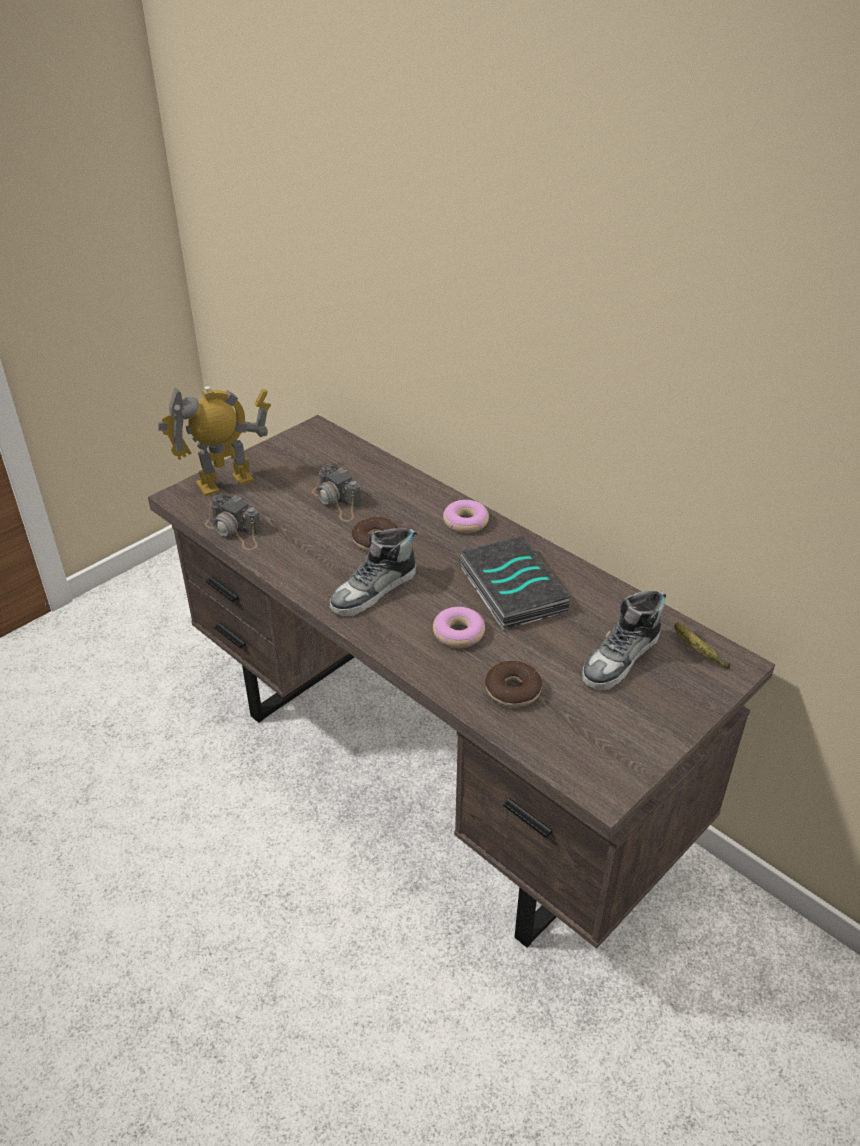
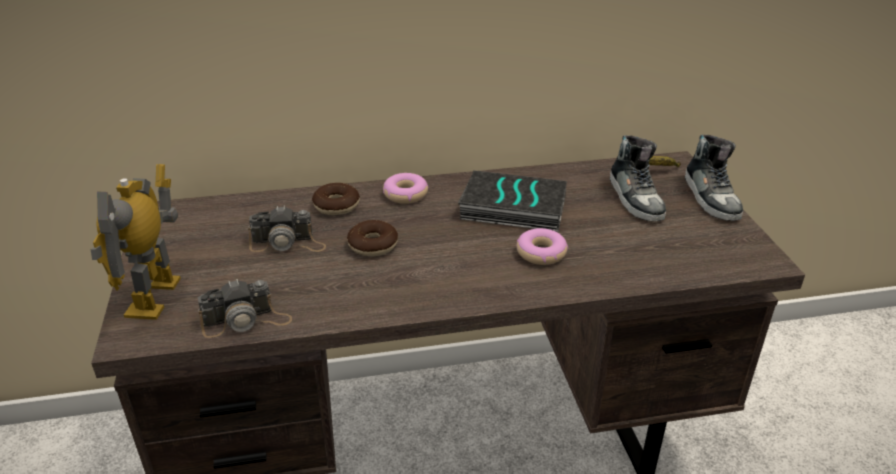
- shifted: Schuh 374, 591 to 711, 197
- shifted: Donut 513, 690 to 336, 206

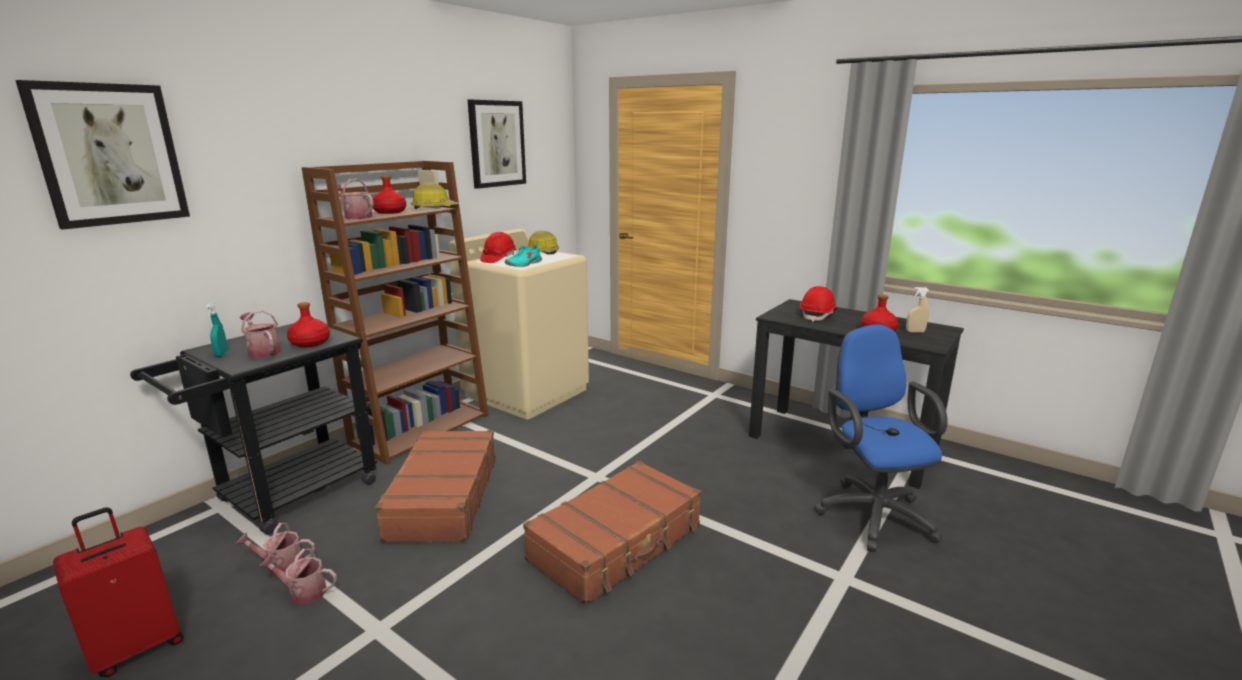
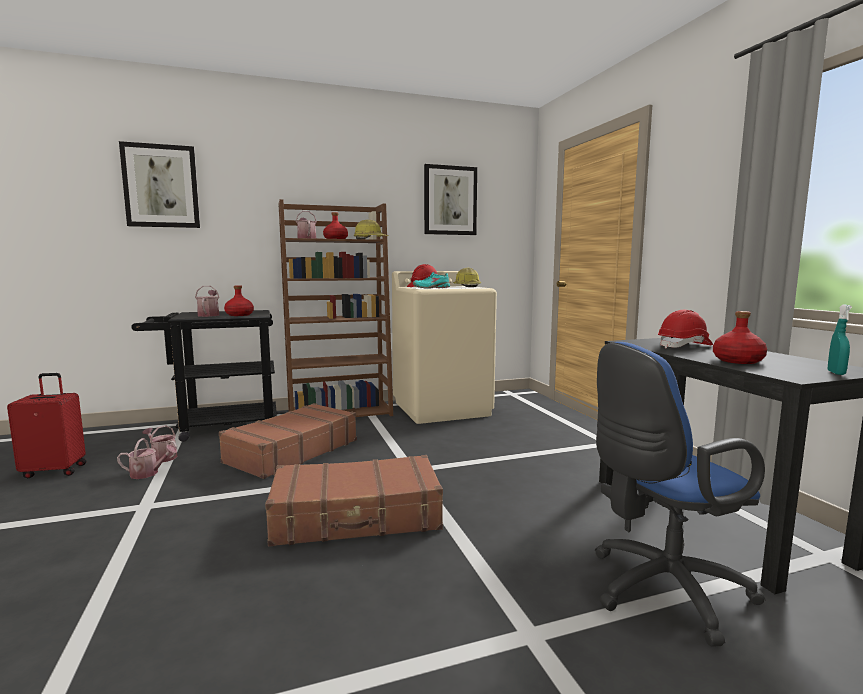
- gone: Sprühflasche [beige] 915, 331
- shifted: Sprühflasche [türkis] 222, 354 to 836, 373
- rotated: Gießkanne 303, 592 = 148, 473 135 degrees clockwise
- rotated: Bürostuhl [blau] 871, 512 = 660, 591 135 degrees counterclockwise

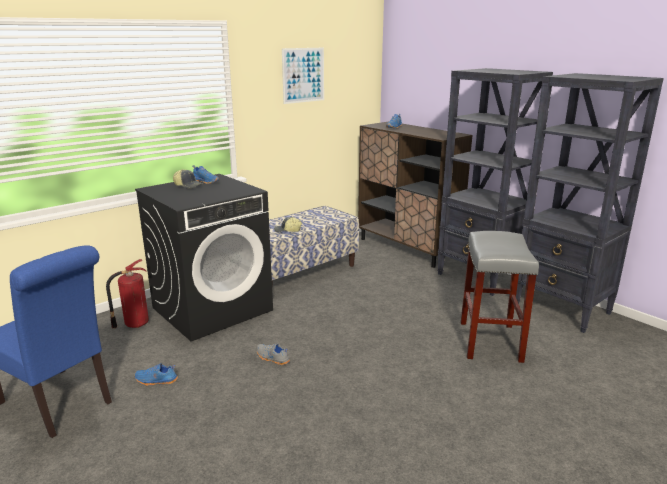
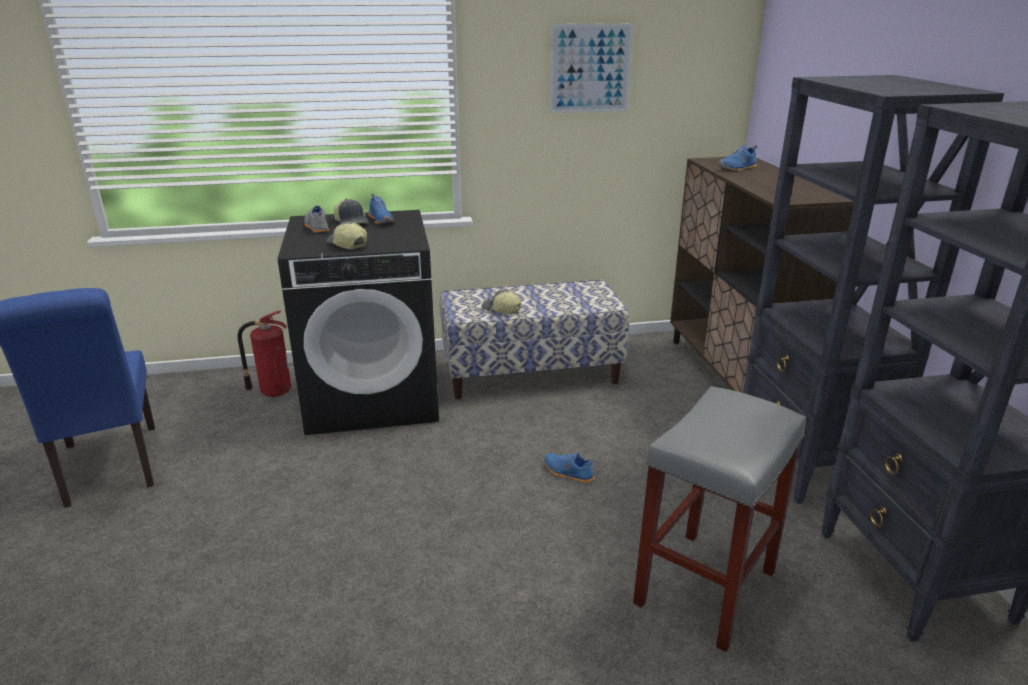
- new: Kappe 347, 245
- shifted: Schuh [blau] 156, 381 to 568, 473
- shifted: Schuh [grau] 272, 358 to 316, 227

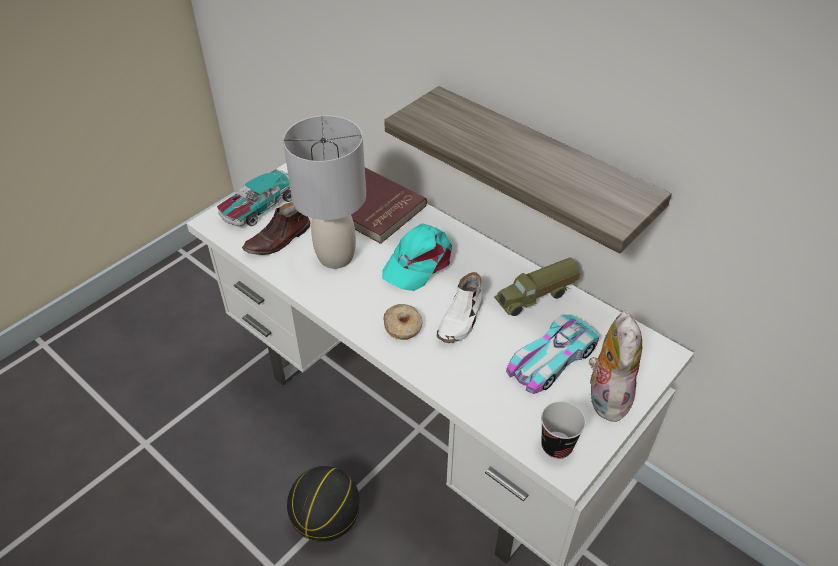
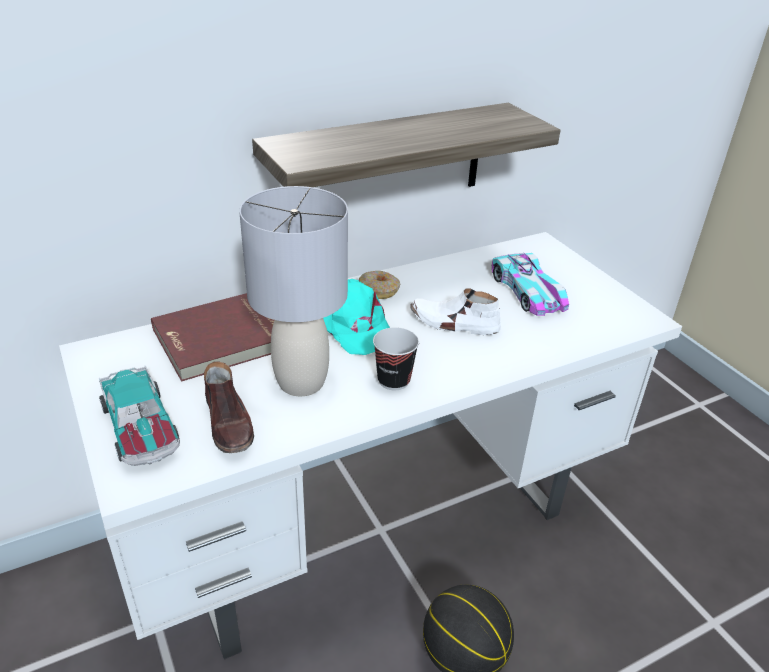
- gone: Spielzeuglaster 536, 297
- gone: Plüschtier 605, 395
- shifted: Donut 403, 327 to 379, 290
- shifted: Tasse 556, 446 to 393, 380
- rotated: Schuh [weiß] 461, 319 = 454, 323 150 degrees clockwise

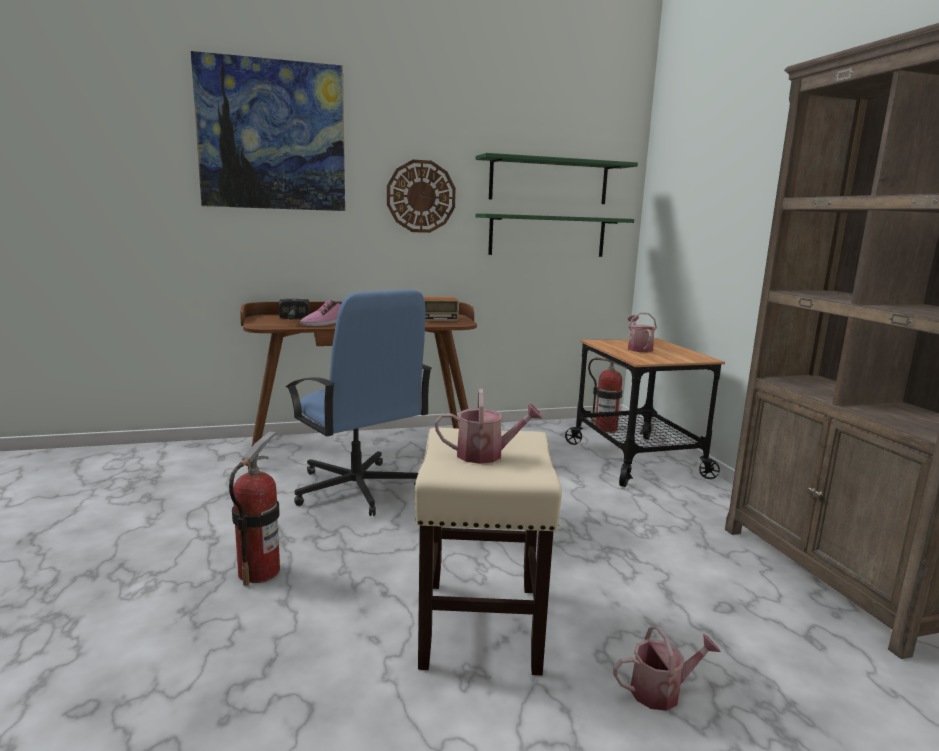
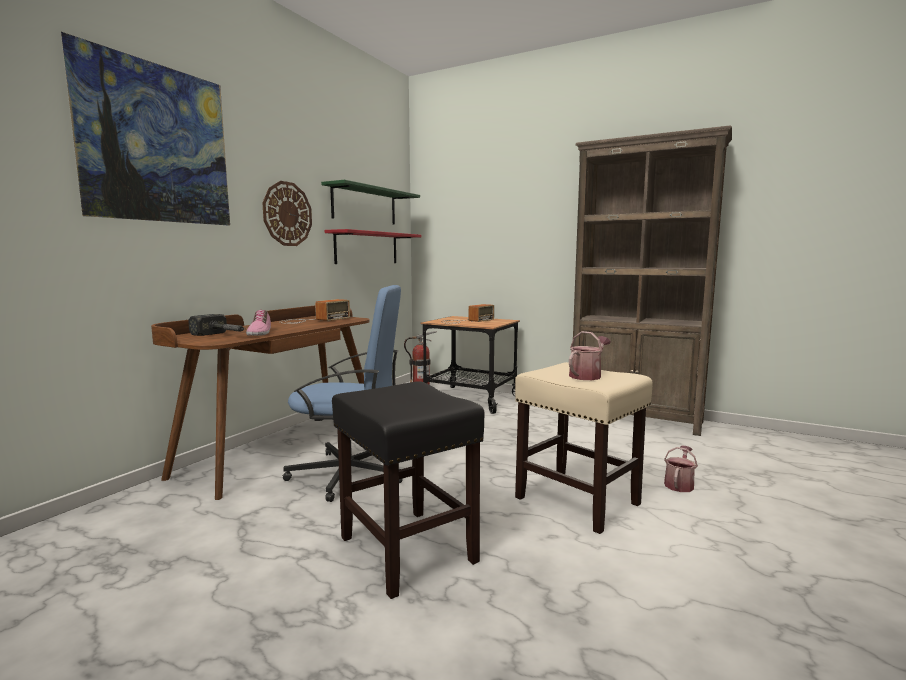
- swapped: Feuerlöscher 259, 571 to Hocker [schwarz] 406, 549
- swapped: Gießkanne 638, 348 to Radio 465, 321
- repainted: Wandregal [grün] 547, 236 to Wandregal [rot] 367, 248

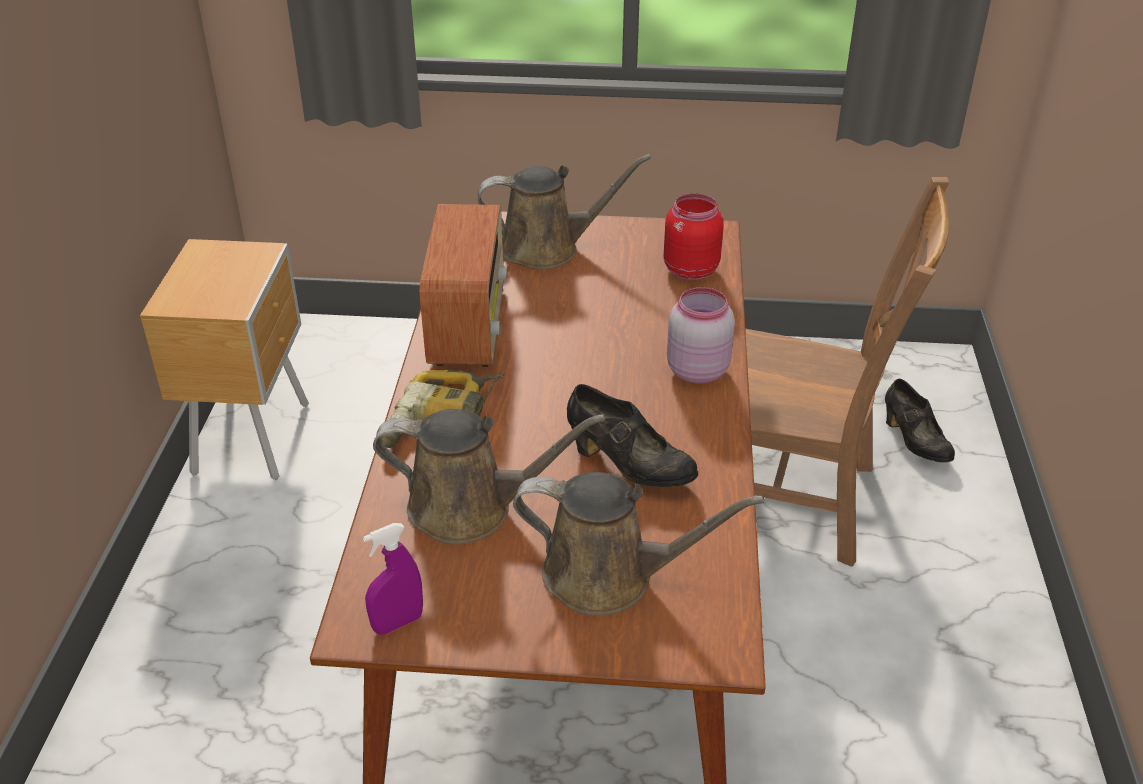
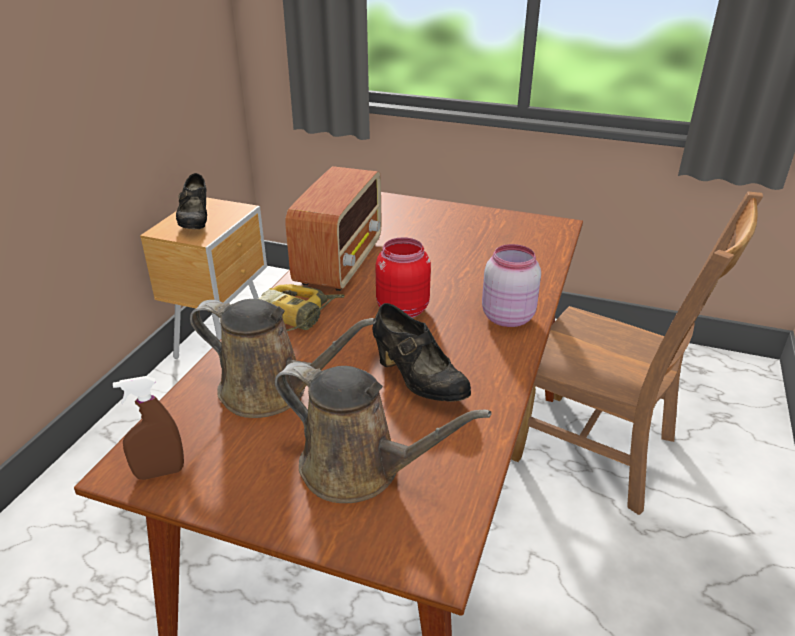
- gone: Gießkanne [braun] 547, 248
- shifted: Vorratsglas [rot] 689, 270 to 401, 309
- shifted: Schuh [schwarz] 914, 442 to 195, 221
- repainted: Sprühflasche [lila] 397, 623 to Sprühflasche [braun] 160, 472

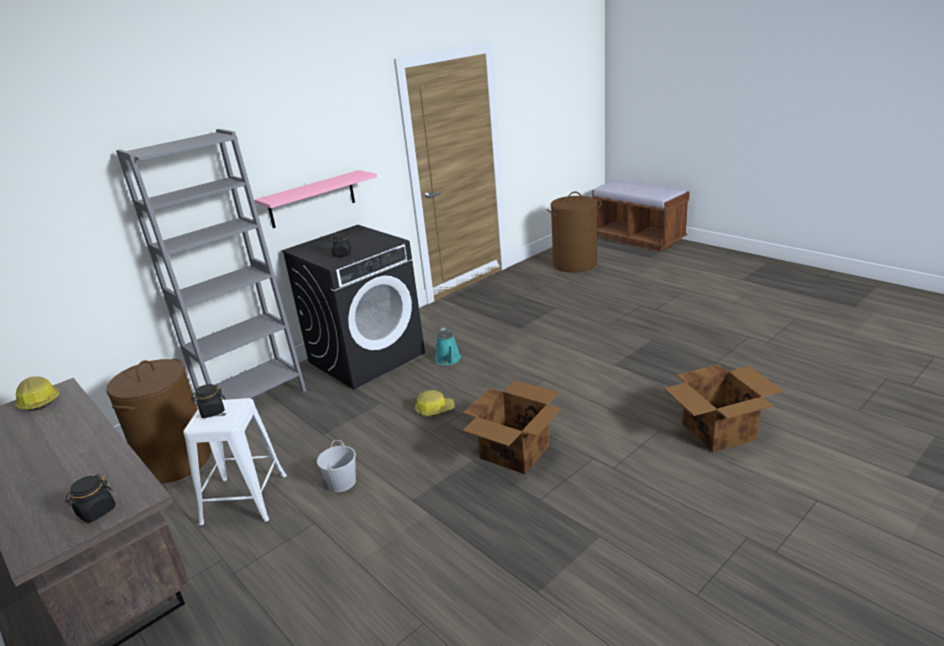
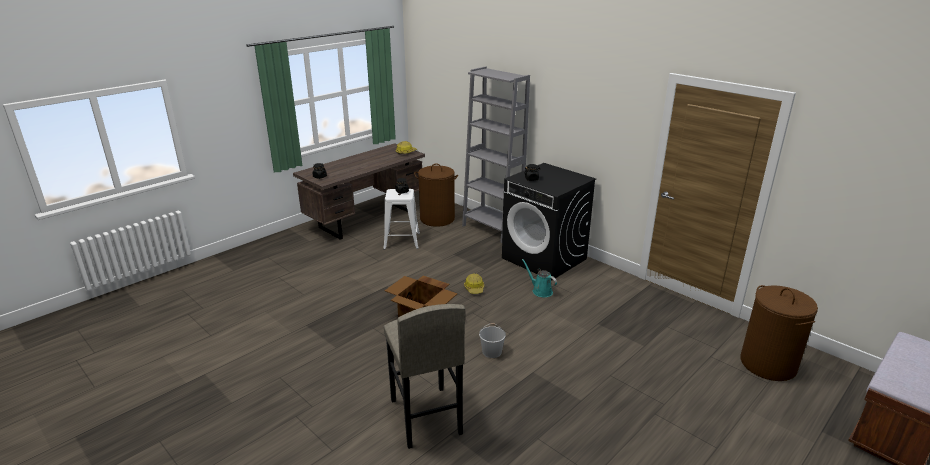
- gone: Wandregal [rosa] 312, 199
- shifted: Eimer [weiß] 341, 482 to 492, 351
- swapped: Karton 719, 431 to Hocker [grau] 425, 417
- rotated: Gießkanne [türkis] 448, 360 = 540, 291 60 degrees clockwise

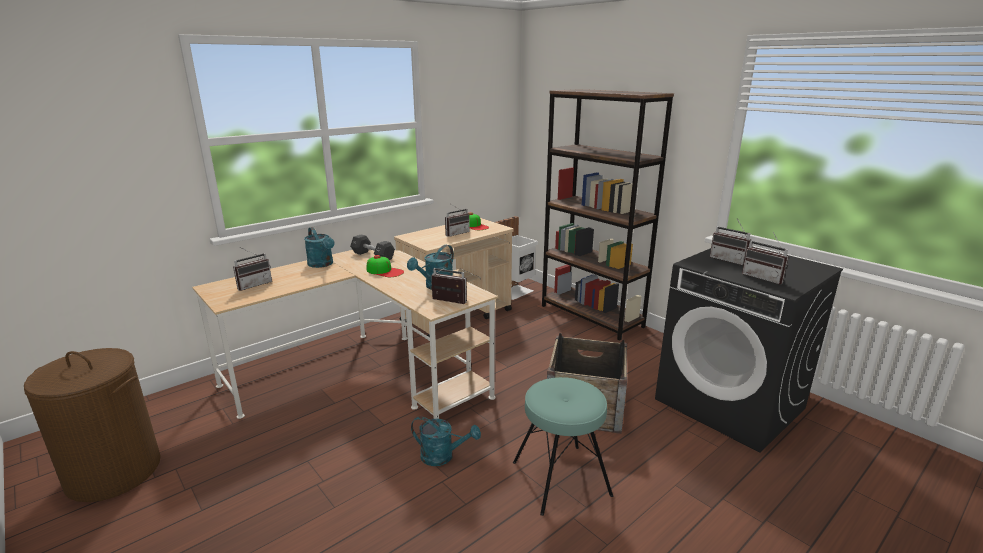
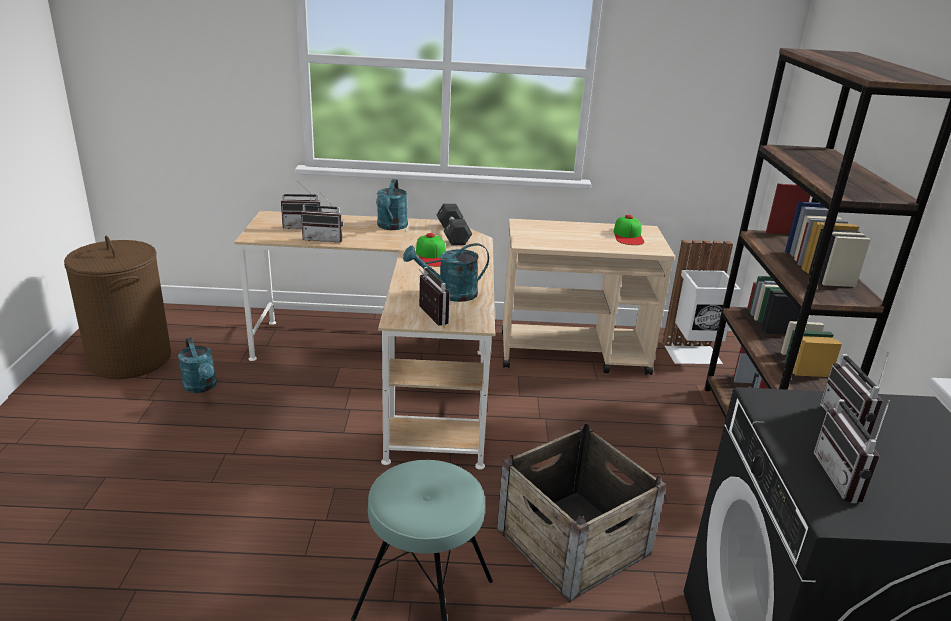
- shifted: Gießkanne [türkis] 443, 456 to 202, 387
- shifted: Radio 456, 233 to 324, 239

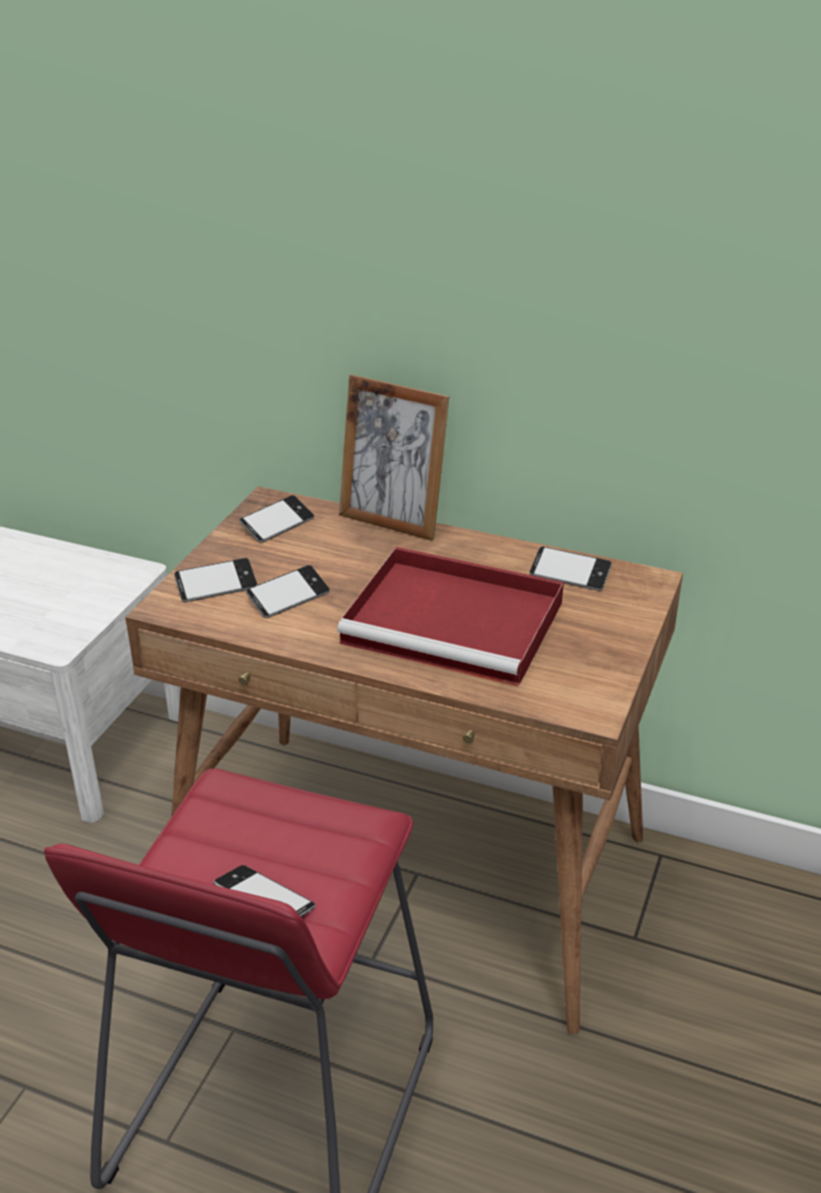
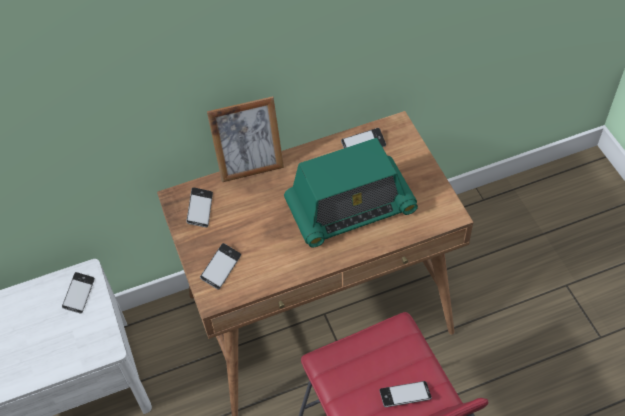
- shifted: Handy 288, 597 to 79, 294
- swapped: Tablett [rot] 457, 623 to Radio 350, 208

